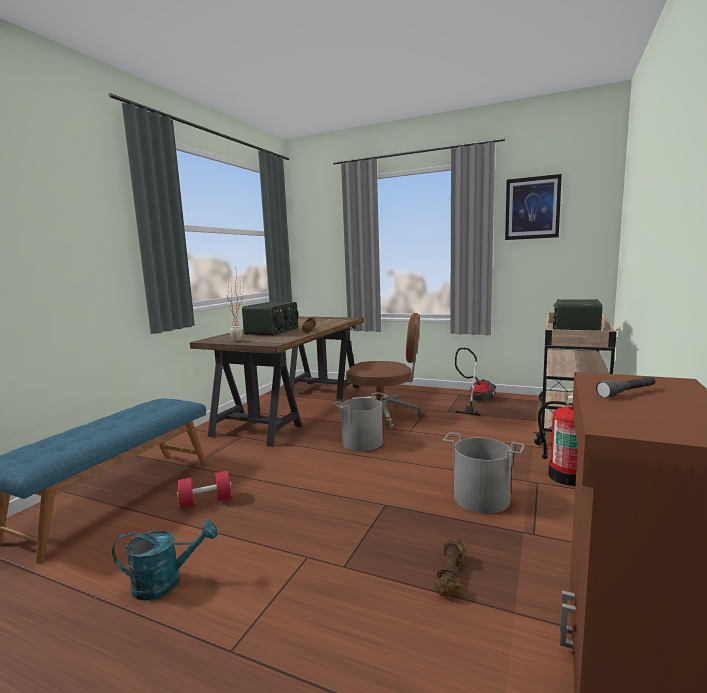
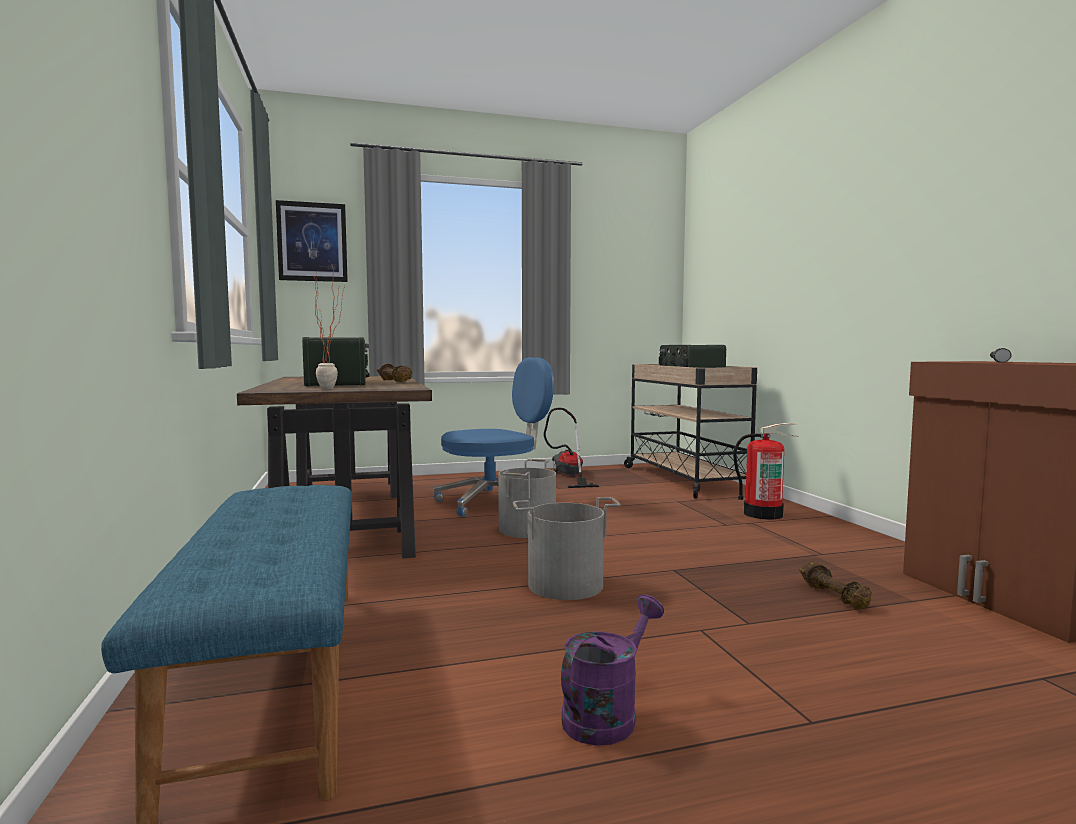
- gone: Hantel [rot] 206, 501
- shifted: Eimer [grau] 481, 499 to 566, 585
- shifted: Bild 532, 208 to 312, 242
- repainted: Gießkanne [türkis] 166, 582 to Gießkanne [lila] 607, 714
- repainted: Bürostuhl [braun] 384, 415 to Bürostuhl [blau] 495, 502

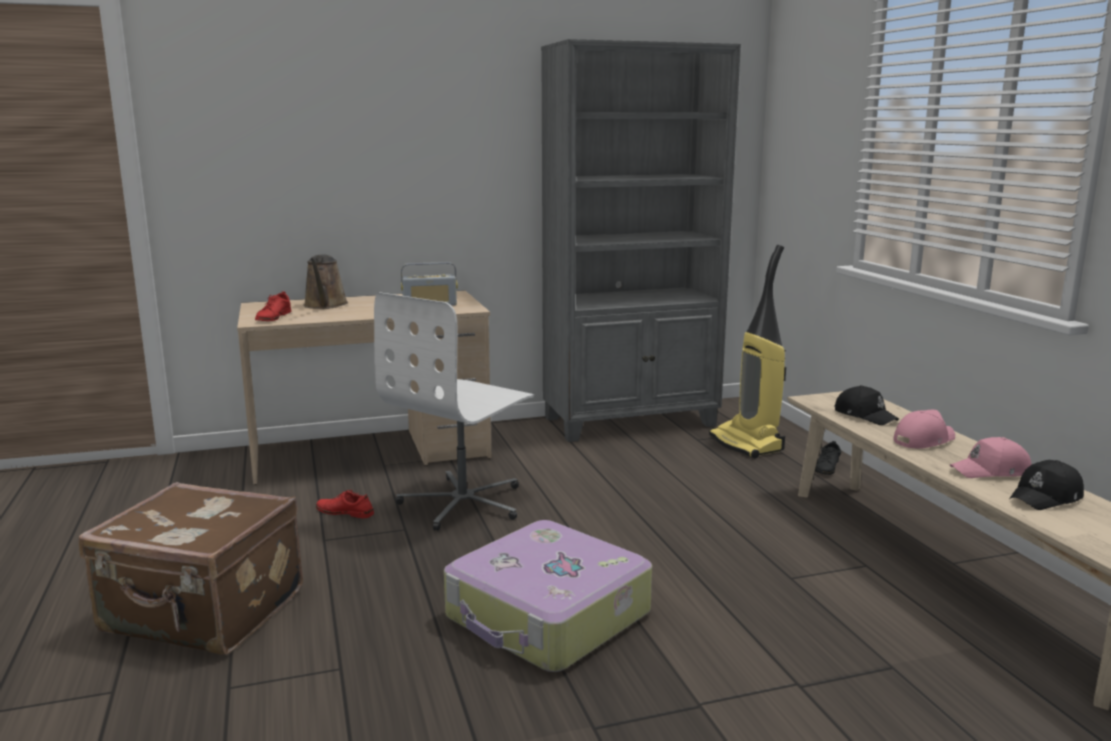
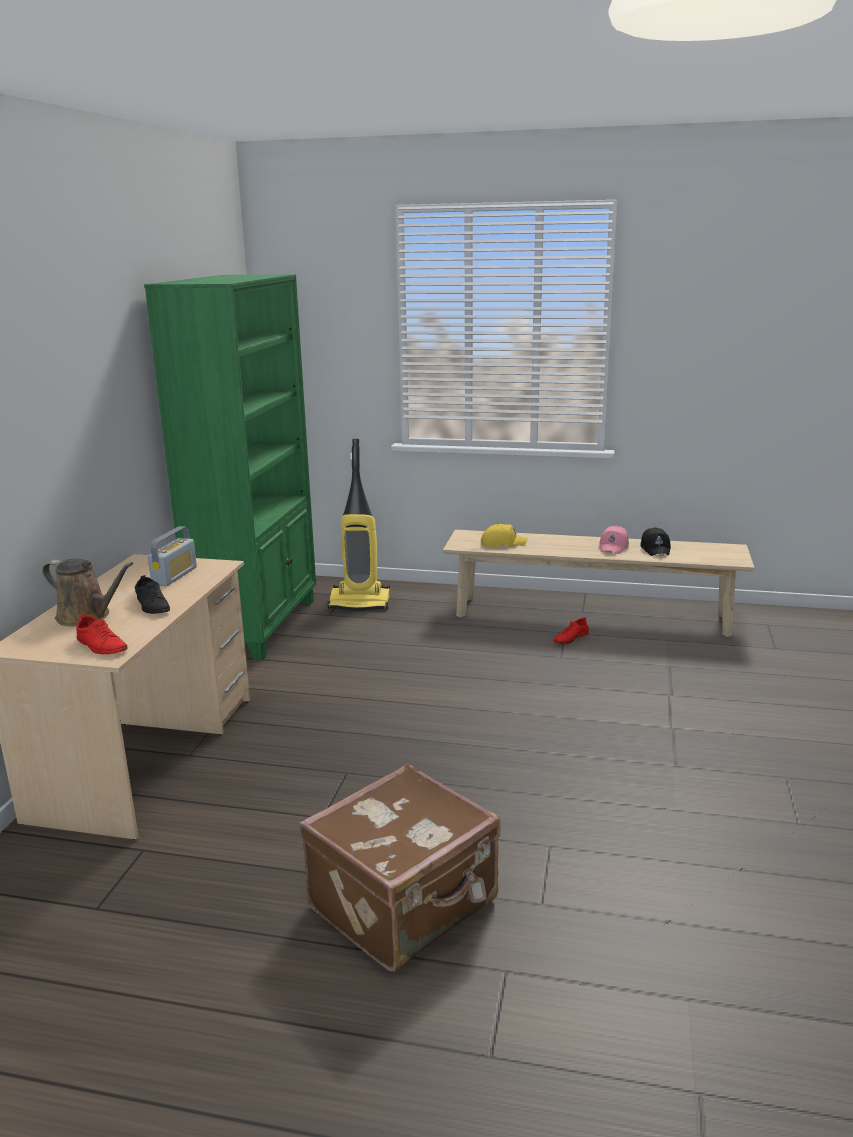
- gone: Bürostuhl [weiß] 464, 503
- gone: Koffer 548, 617
- gone: Kappe [rosa] 923, 440
- shifted: Schuh [rot] 345, 512 to 570, 638
- shifted: Schuh [schwarz] 827, 467 to 152, 605
- repainted: Bücherregal [grau] 631, 422 to Bücherregal [grün] 258, 625
- repainted: Kappe [schwarz] 865, 415 to Kappe [gelb] 502, 543

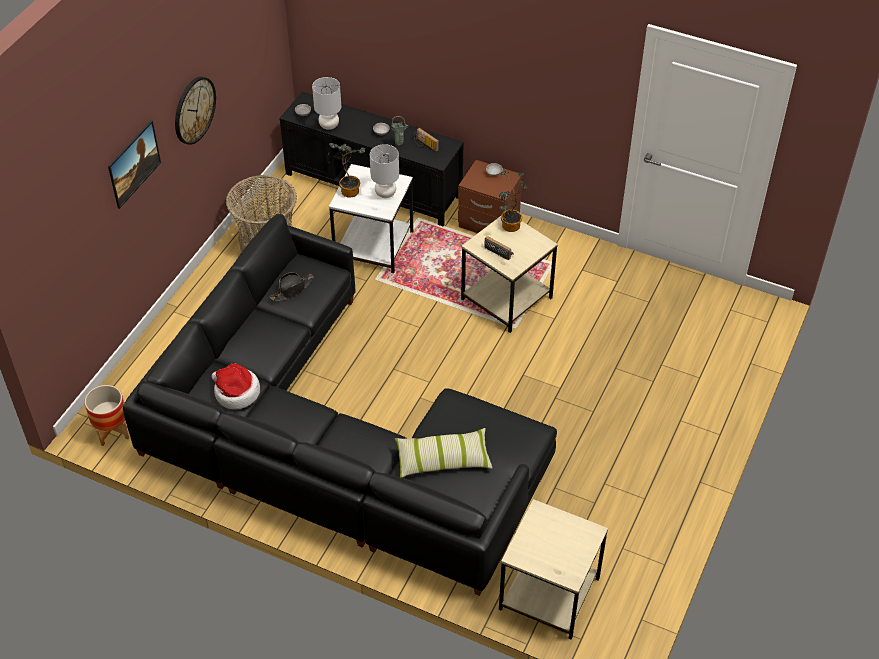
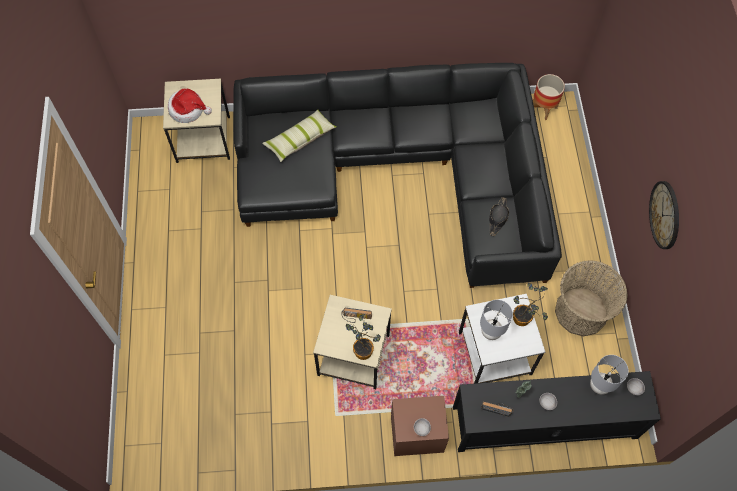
- gone: Bild 136, 174
- shifted: Hut 236, 392 to 188, 110

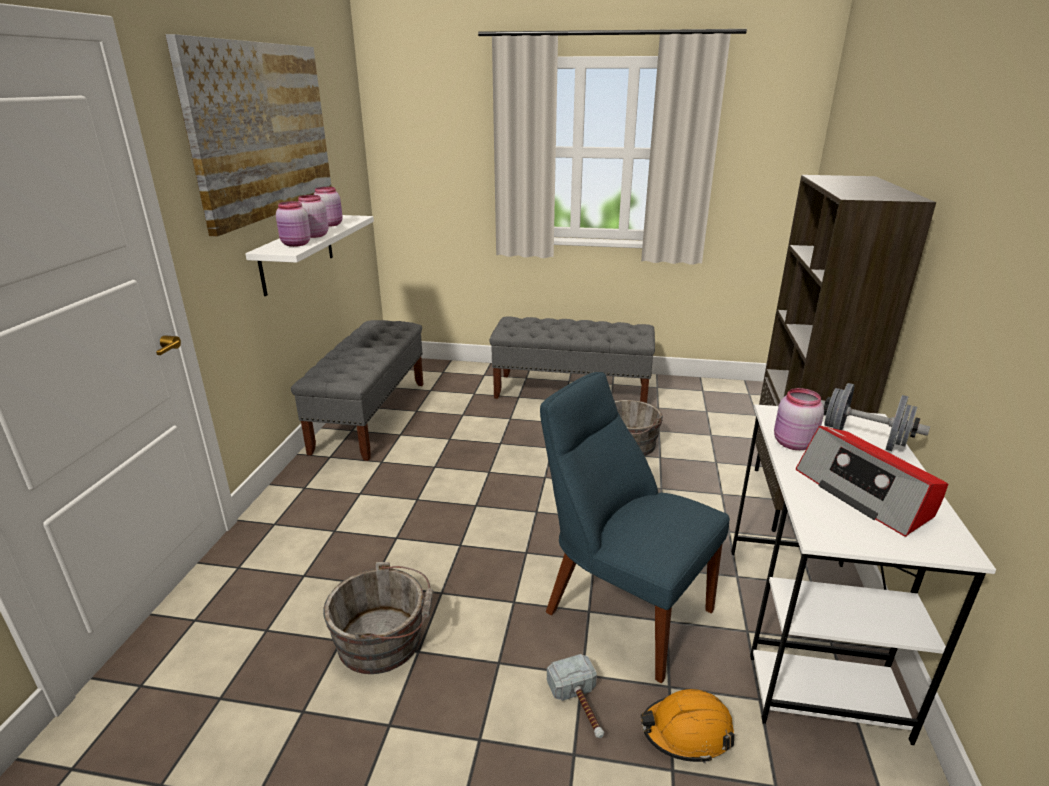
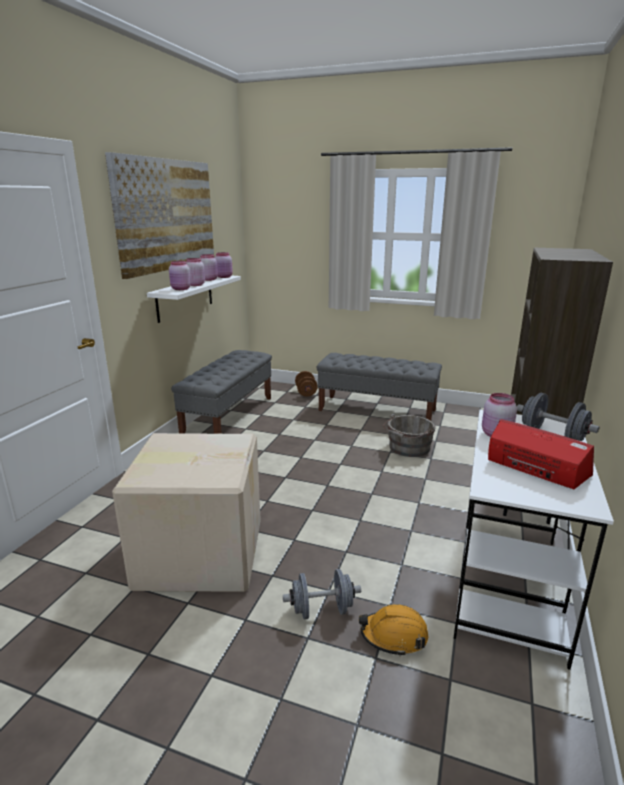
- gone: Stuhl [blau] 622, 608
- new: Vorratsglas [rosa] 224, 277
- new: Hantel [braun] 306, 392
- swapped: Eimer [grau] 385, 640 to Karton 199, 552
- swapped: Hammer 581, 707 to Hantel [grau] 322, 610
- rotated: Radio 865, 494 = 535, 468 150 degrees clockwise

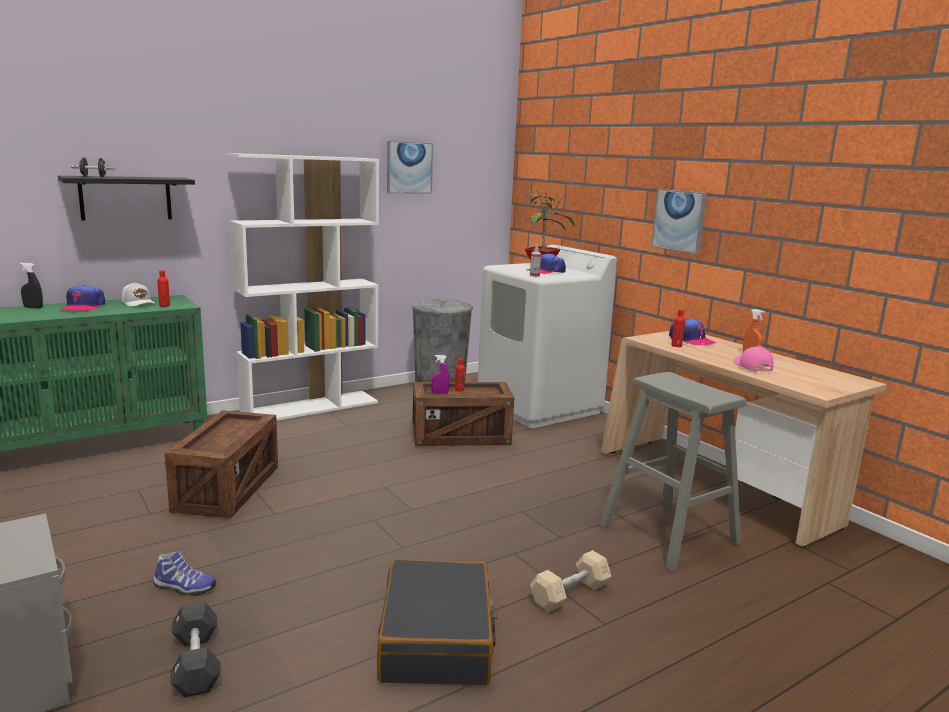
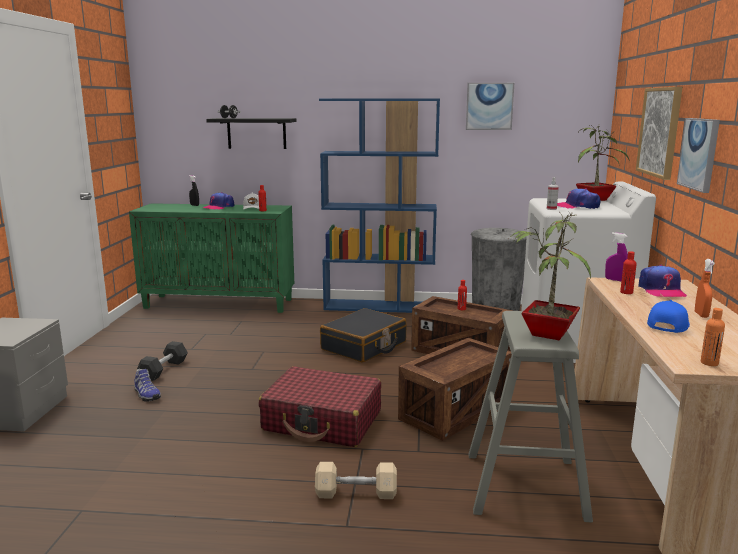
- new: Koffer [rot] 322, 421
- new: Topfpflanze 546, 333
- new: Bild 660, 132
- new: Flasche [orange] 709, 363
- shifted: Kiste 227, 489 to 455, 411
- shifted: Hantel [schwarz] 196, 663 to 164, 369
- shifted: Koffer [schwarz] 437, 639 to 364, 346
- shifted: Sprühflasche [lila] 440, 393 to 615, 280
- repainted: Bücherregal [weiß] 311, 407 to Bücherregal [blau] 379, 306
- repainted: Kappe [rosa] 752, 367 to Kappe [blau] 667, 325

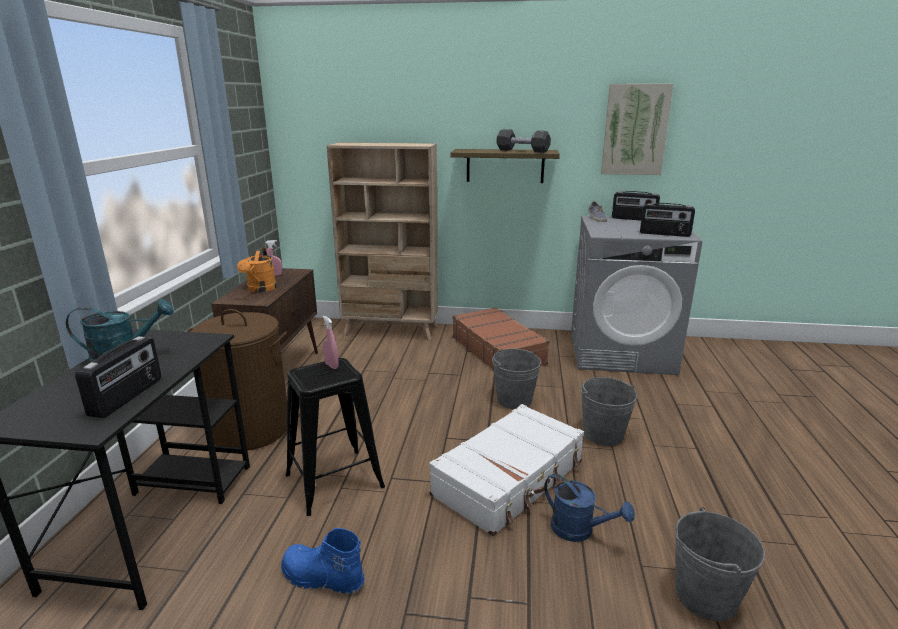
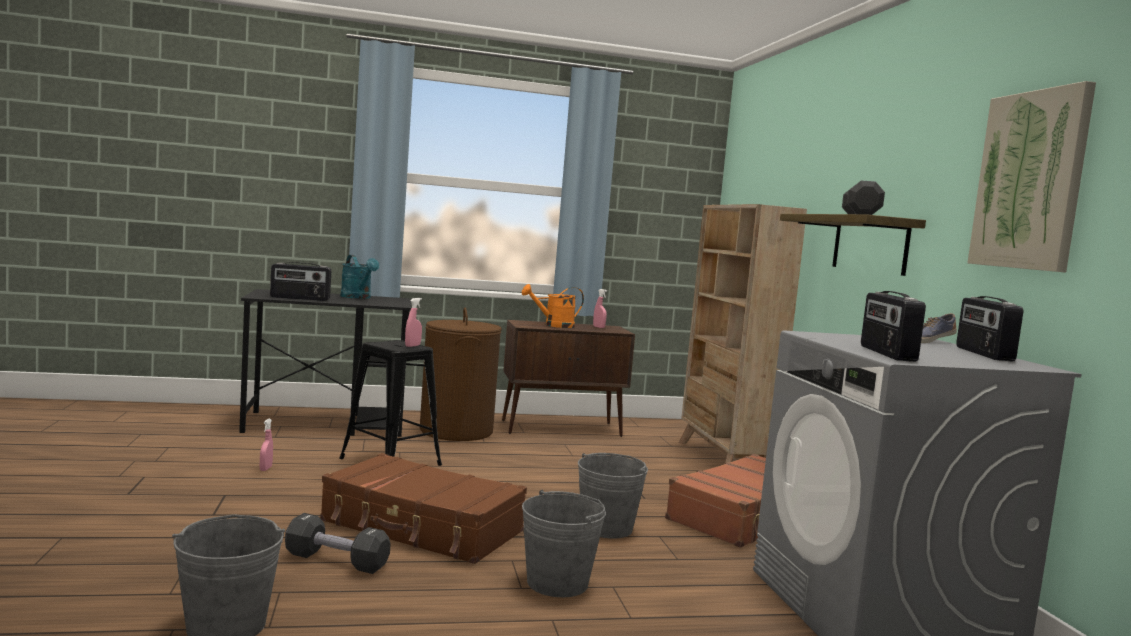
- swapped: Stiefel [blau] 322, 578 to Sprühflasche [rosa] 265, 469
- swapped: Gießkanne [blau] 579, 531 to Hantel [schwarz] 336, 561
- repainted: Koffer [weiß] 510, 479 to Koffer [braun] 422, 527

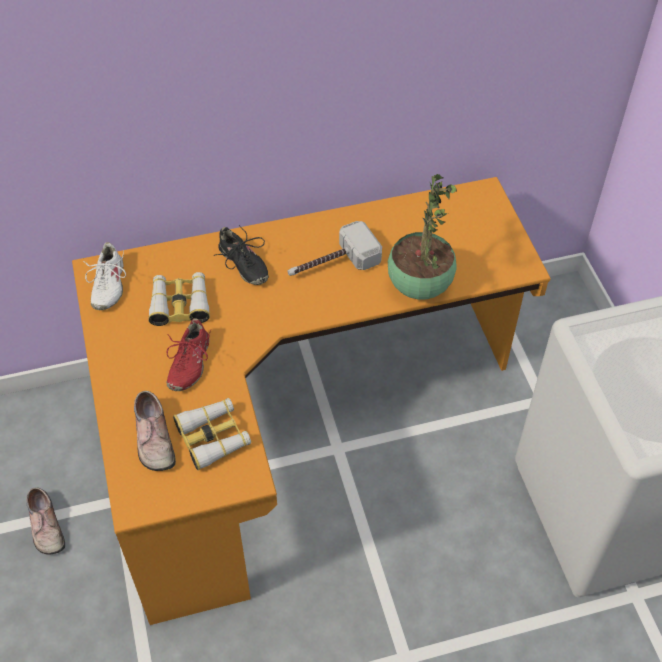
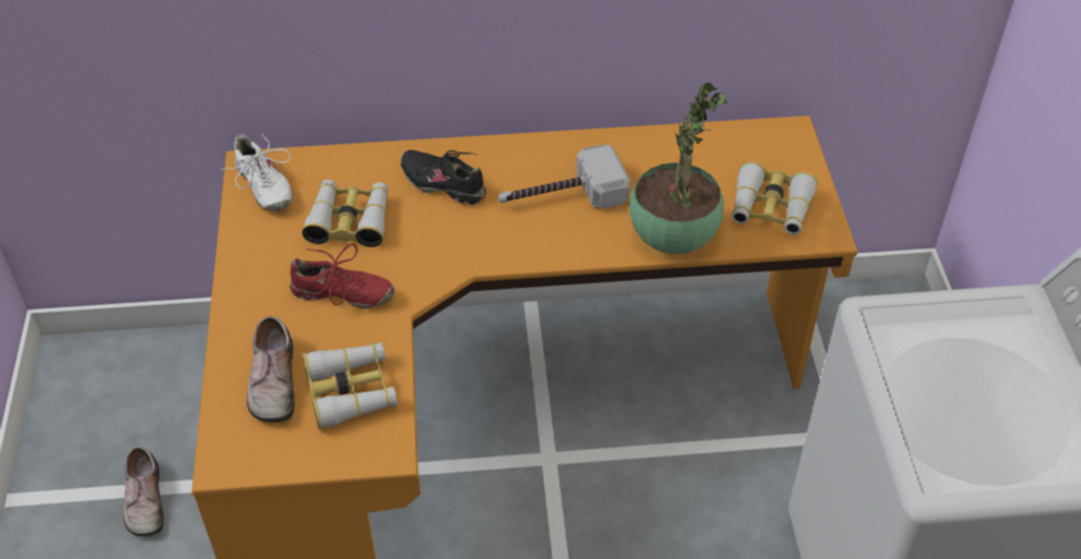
- new: Fernglas 770, 208
- rotated: Schuh [weiß] 108, 285 = 263, 187 45 degrees counterclockwise
- rotated: Schuh [rot] 188, 363 = 342, 295 105 degrees counterclockwise
- rotated: Schuh [schwarz] 243, 265 = 444, 184 150 degrees clockwise

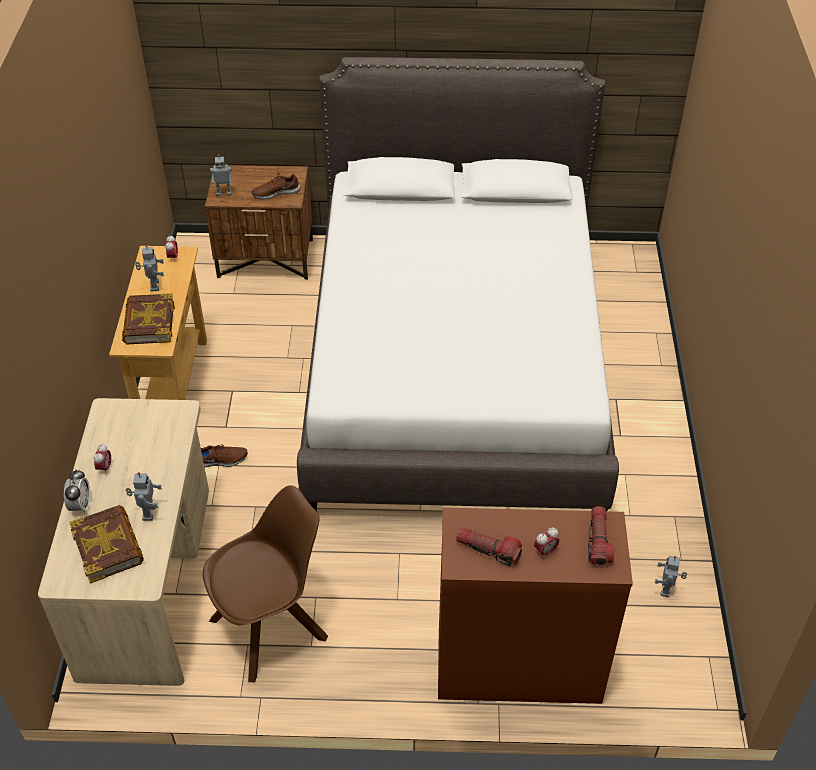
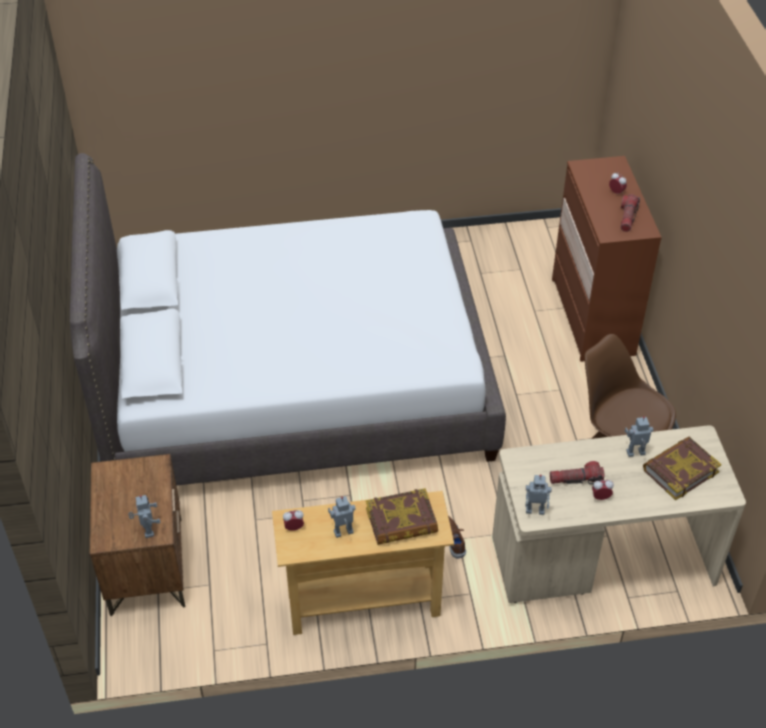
- gone: Wecker 81, 505
- gone: Schuh [braun] 276, 192
- shifted: Taschenlampe 598, 541 to 576, 479
- shifted: Spielzeugroboter 666, 590 to 535, 509

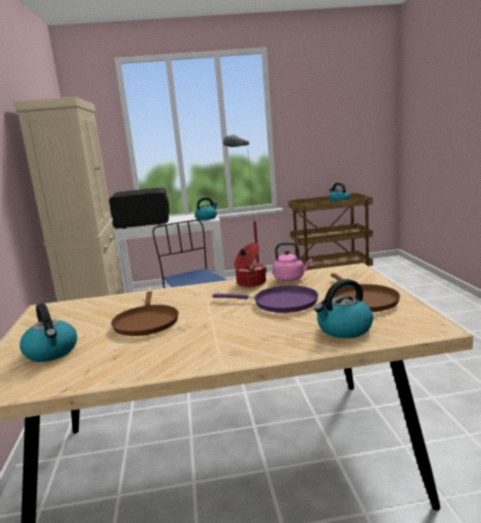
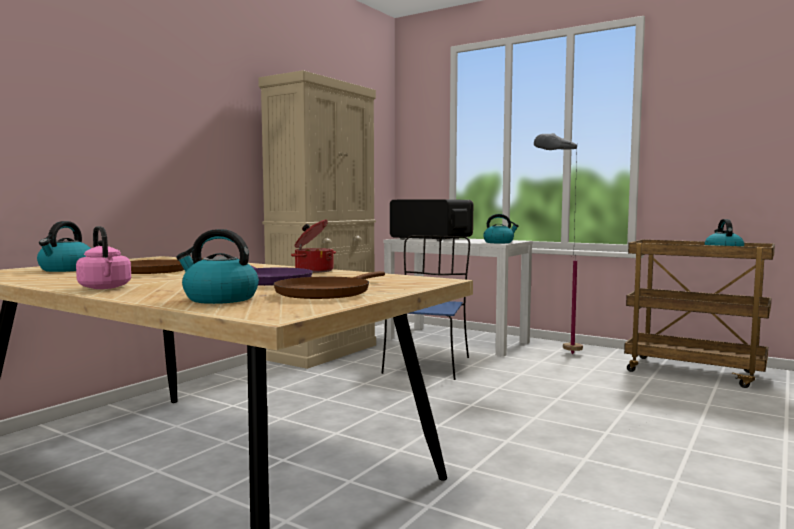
- shifted: Wasserkessel [rosa] 290, 279 to 105, 288

